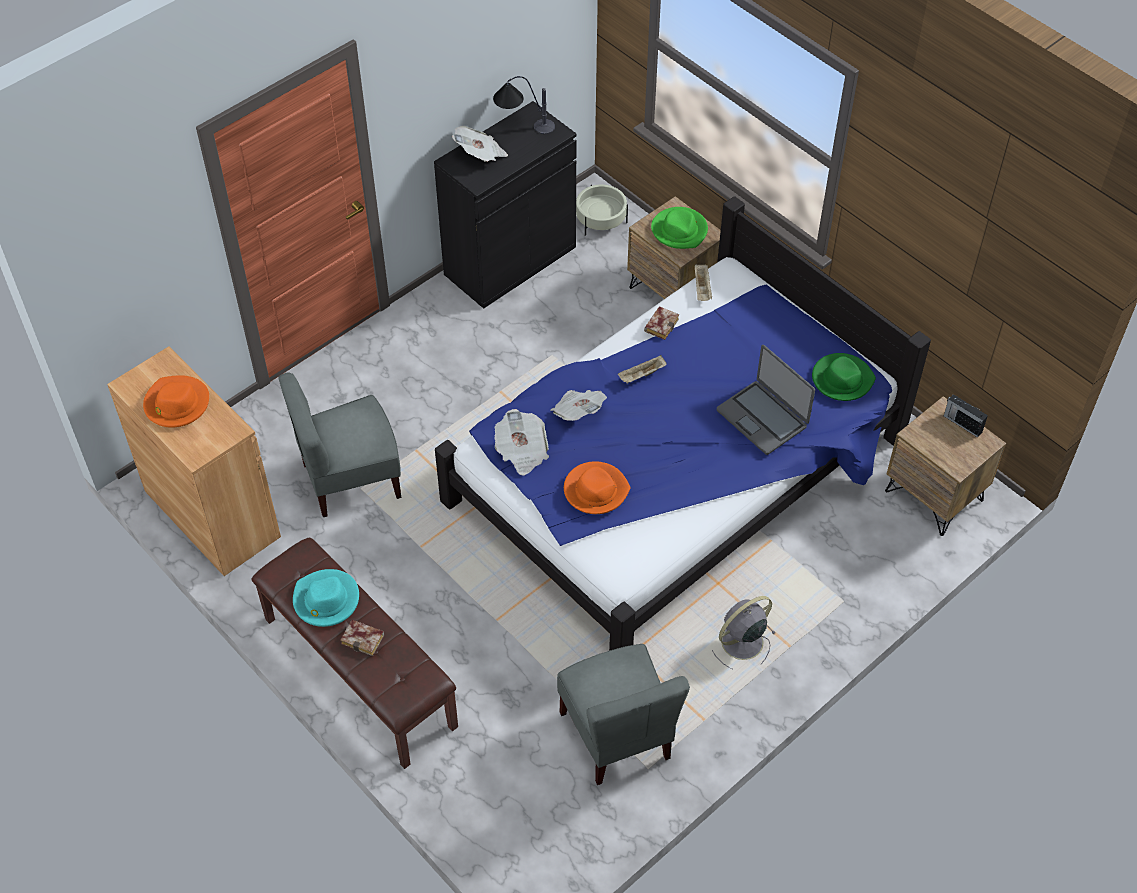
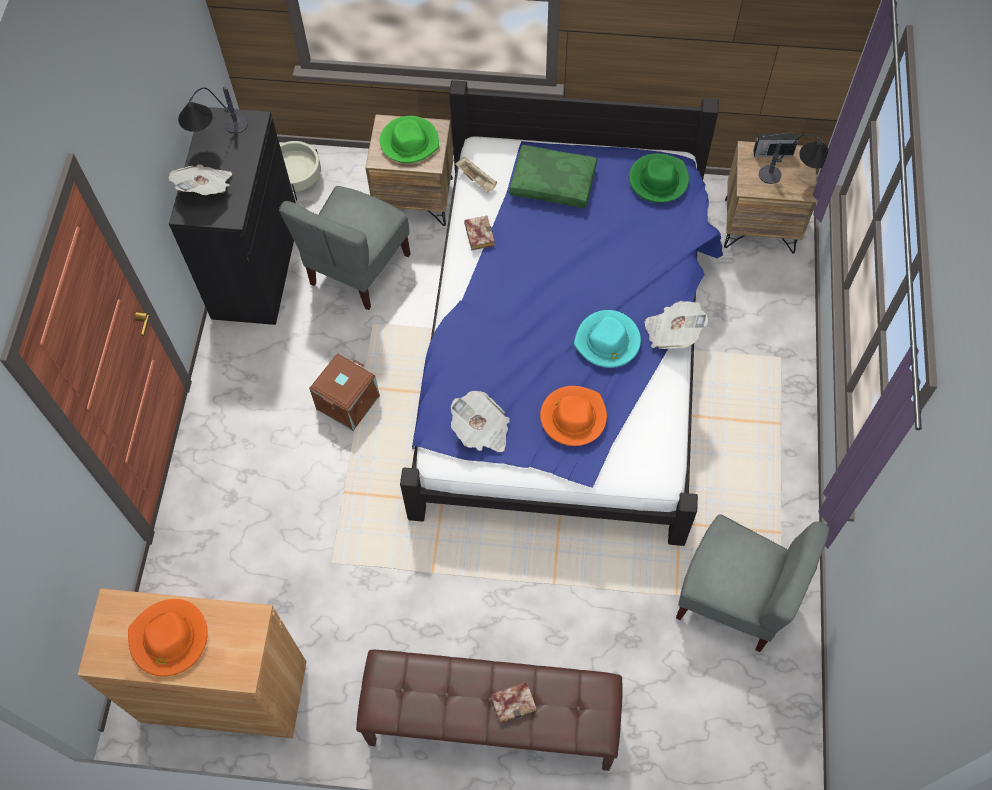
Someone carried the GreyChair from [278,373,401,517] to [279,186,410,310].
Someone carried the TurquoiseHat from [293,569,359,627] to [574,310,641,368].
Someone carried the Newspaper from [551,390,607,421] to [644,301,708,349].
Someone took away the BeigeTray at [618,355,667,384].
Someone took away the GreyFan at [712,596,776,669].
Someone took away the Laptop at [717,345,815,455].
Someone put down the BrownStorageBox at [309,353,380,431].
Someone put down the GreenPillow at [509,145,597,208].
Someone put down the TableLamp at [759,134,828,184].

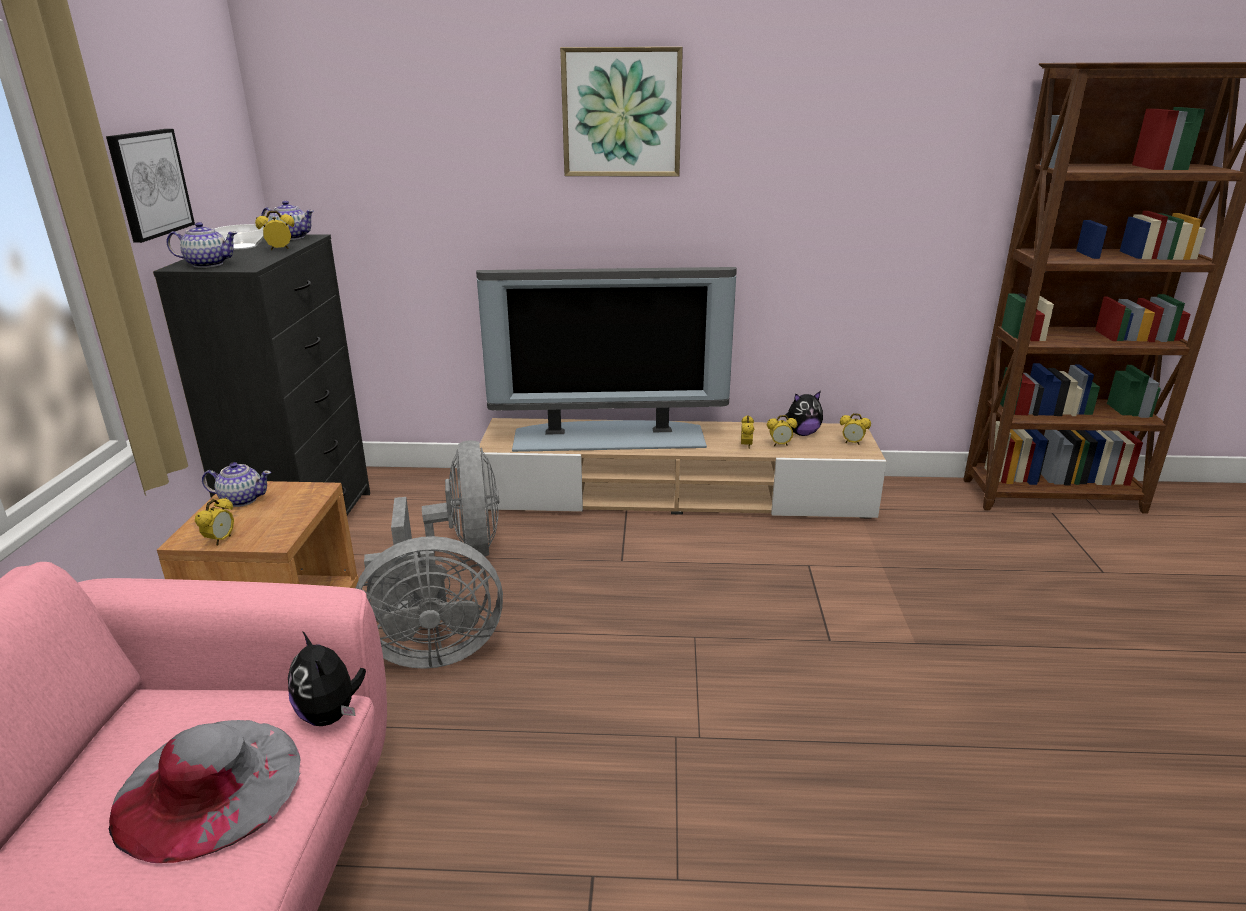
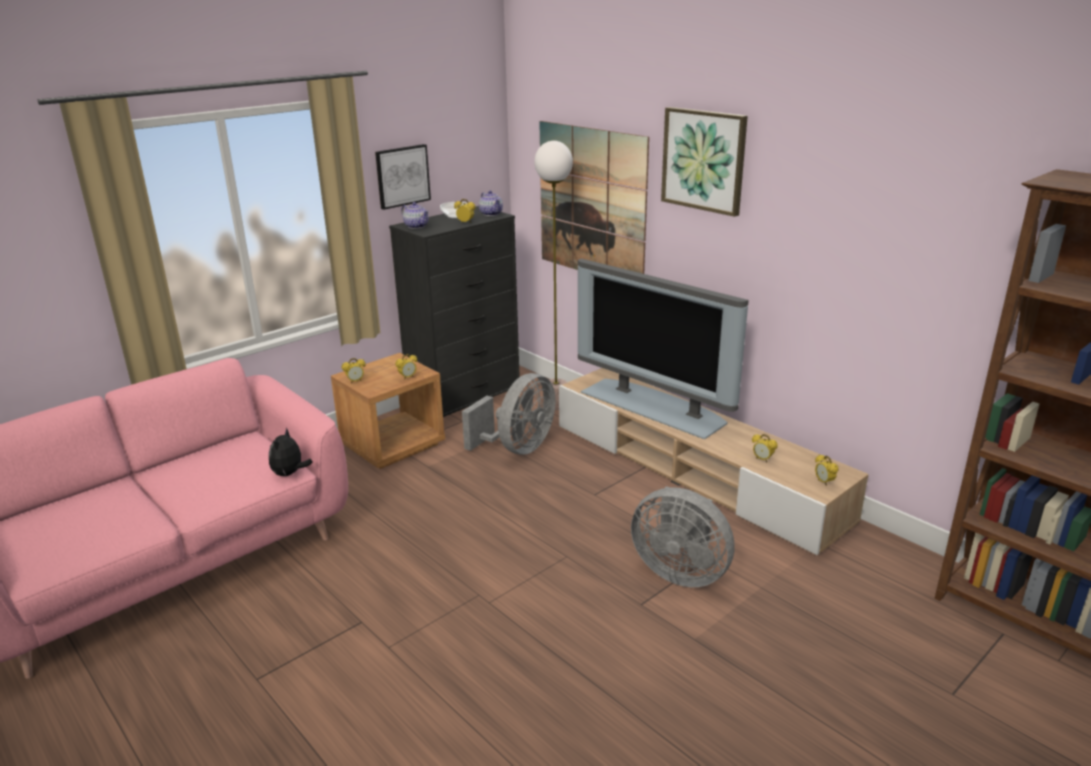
Someone took away the GreyHat at [109,720,300,863].
Someone took away the Teapot at [202,462,271,507].
Someone carried the GreyFan from [356,536,503,669] to [631,486,734,587].
Someone carried the AlarmClock from [741,415,754,449] to [395,354,417,380].
Someone took away the PlushToy at [786,391,823,436].
Someone put down the FloorLamp at [534,141,573,410].
Someone put up the Picture at [539,121,649,274].

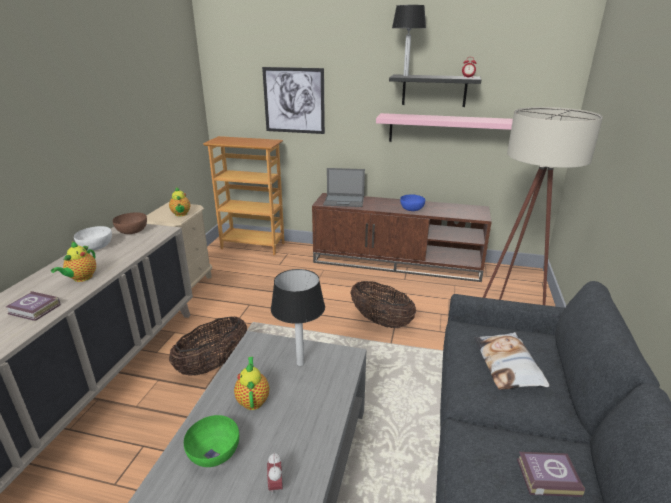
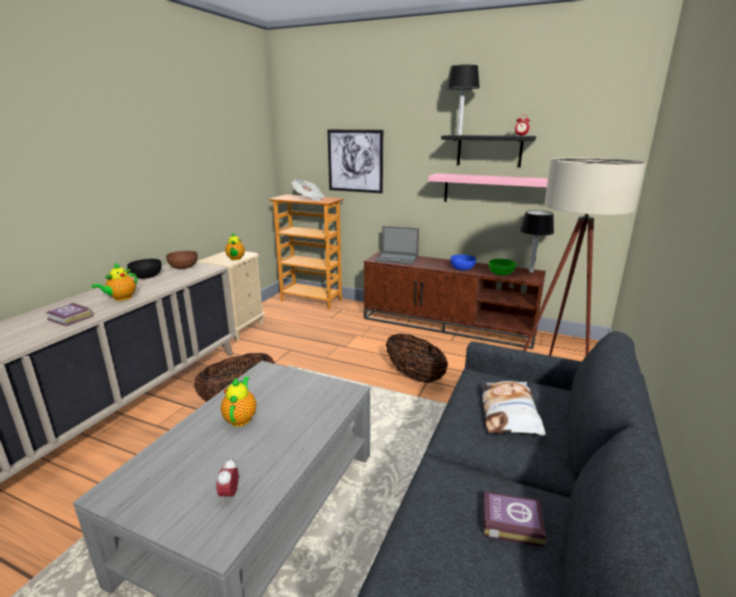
Someone repainted the WhiteBowl at [74,226,112,250], which became the BlackBowl at [127,259,162,279].
Someone carried the GreenBowl from [184,415,239,467] to [489,259,516,275].
Someone carried the TableLamp from [271,269,325,366] to [520,210,554,273].
Someone put down the Newspaper at [291,179,325,201].

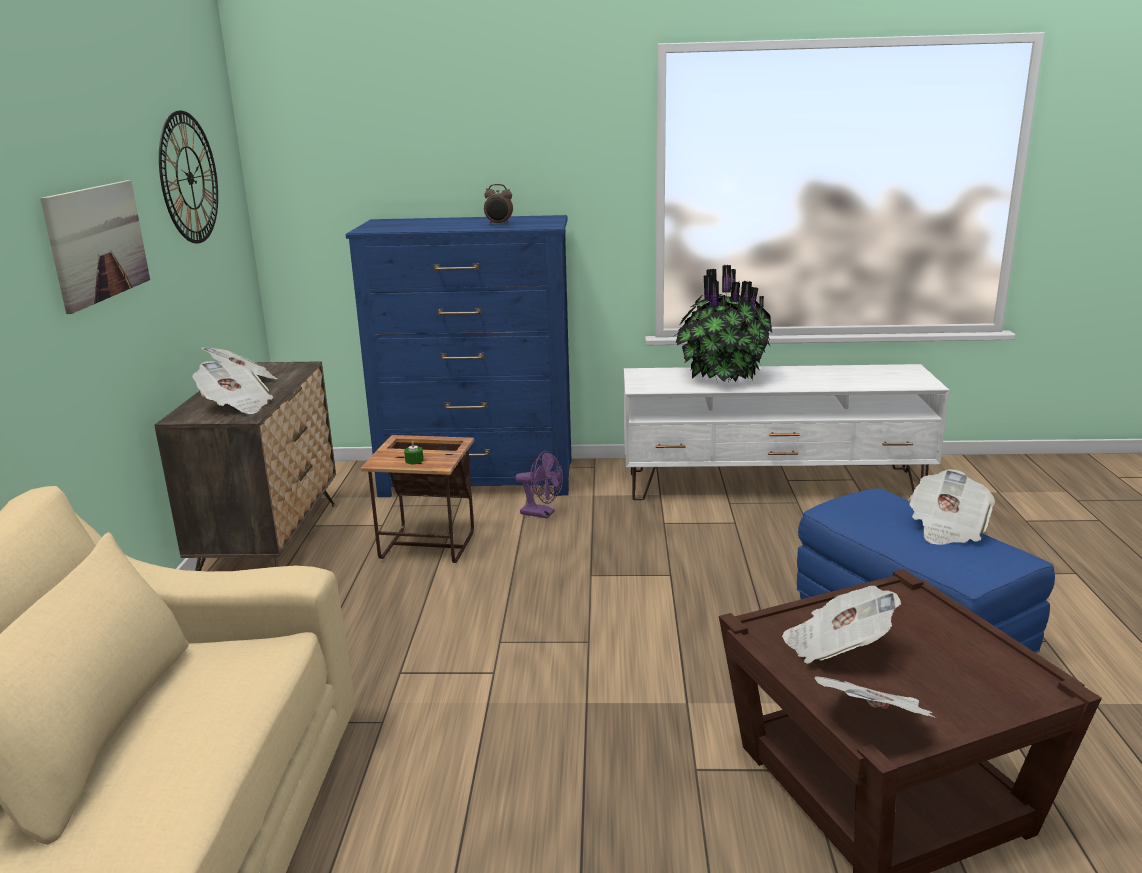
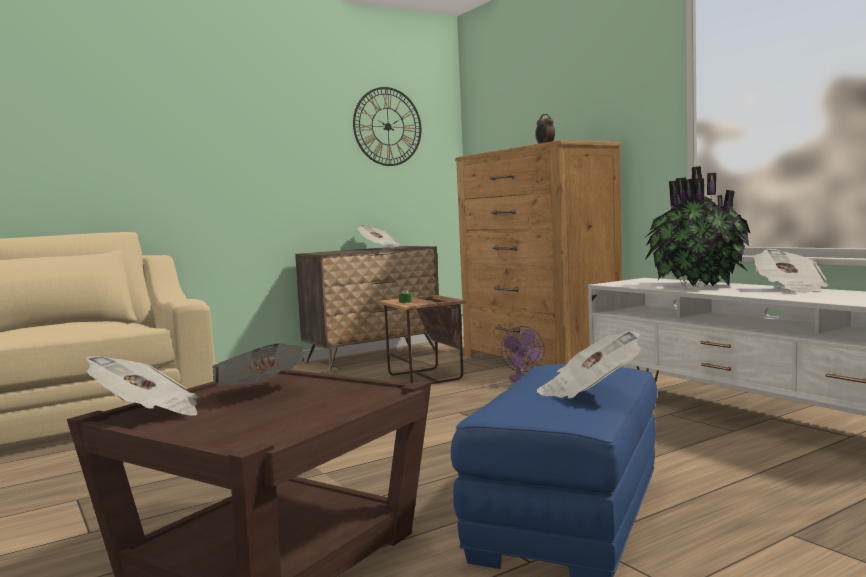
Someone took away the Picture at [40,180,150,314].
Someone carried the Newspaper from [192,361,273,414] to [753,249,829,293].
Someone repainted the BlueDresser at [346,215,571,497], which became the BrownDresser at [455,140,624,368].

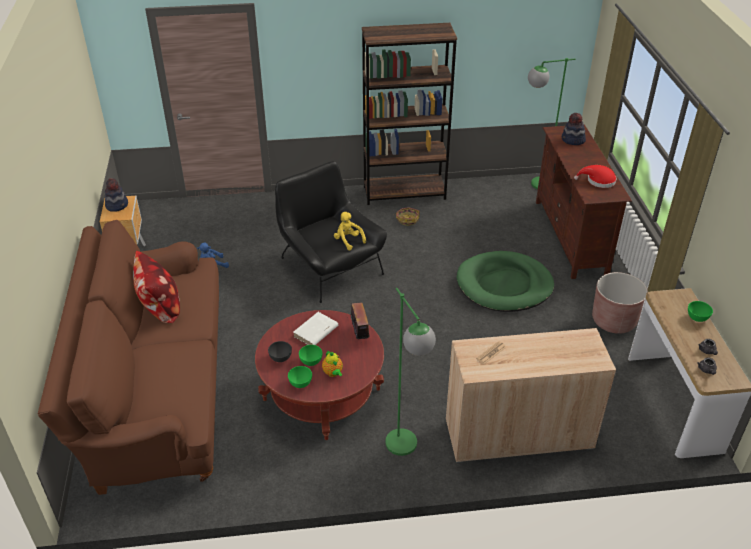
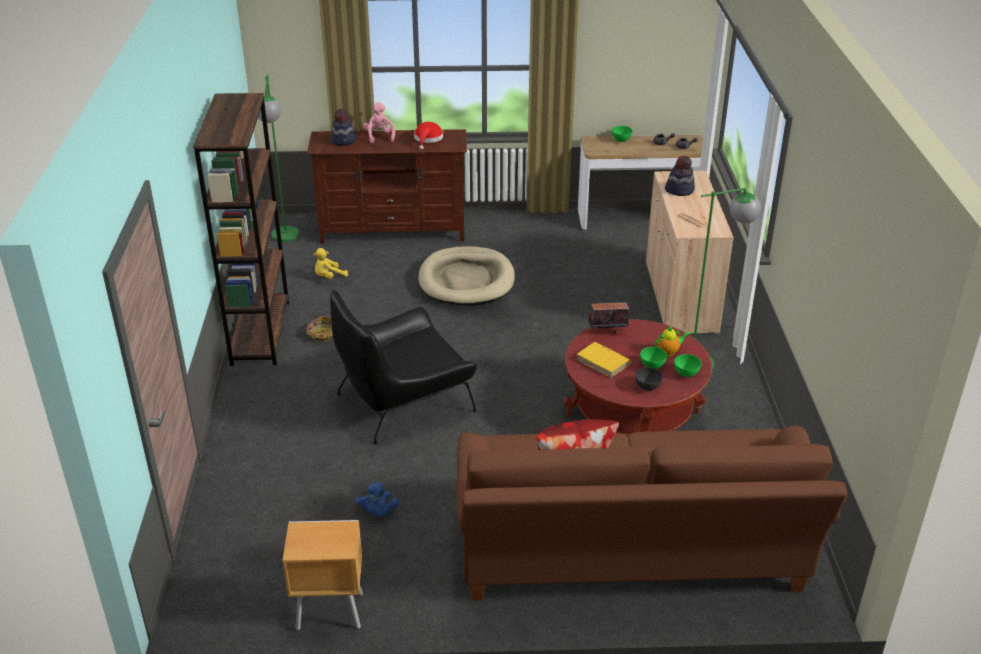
Someone carried the Hat from [105,178,128,212] to [665,156,695,196].
Someone repainted the WhiteBook at [293,312,338,345], which became the YellowBook at [576,342,631,378].
Someone carried the YellowPlushToy from [334,212,366,250] to [313,248,348,279].
Someone repainted the GreenDogBed at [456,251,554,312], which became the BeigeDogBed at [418,246,515,306].
Someone took away the BrownPlanter at [592,272,648,334].
Someone put down the PinkPlushToy at [363,102,395,143].

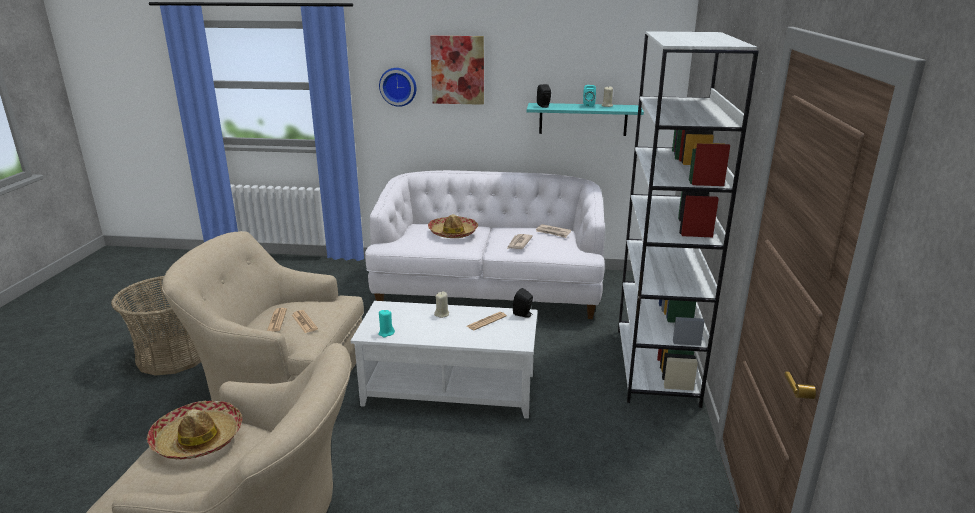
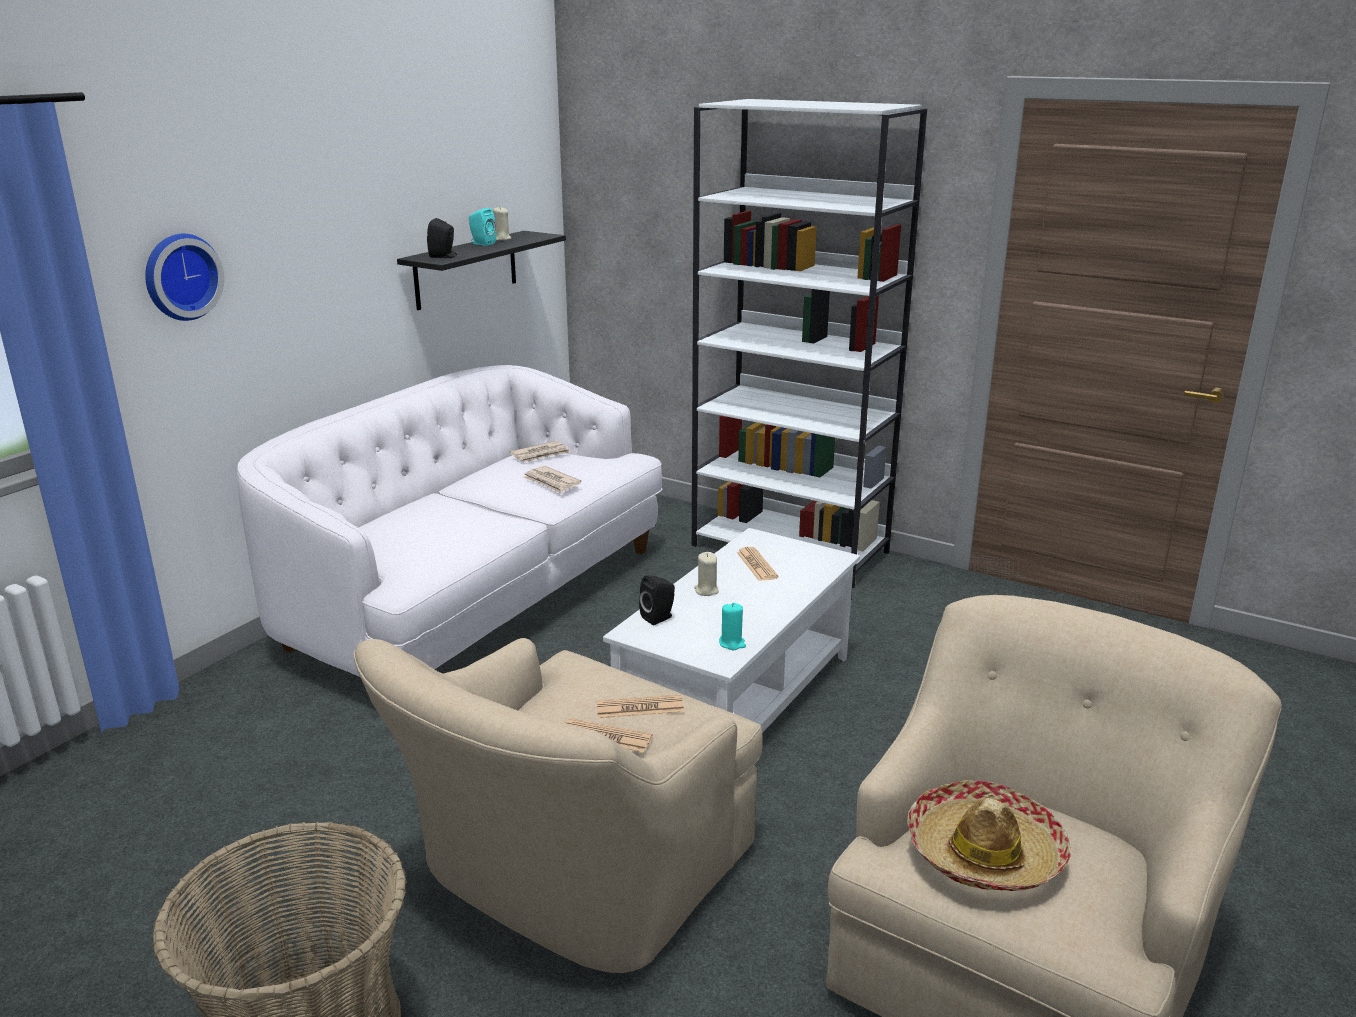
Someone took away the Hat at [428,214,478,238].
Someone took away the Picture at [430,36,484,105].
Someone carried the BlackSpeaker from [513,288,533,318] to [639,575,675,625].
Someone repainted the TurquoiseShelf at [526,103,644,136], which became the BlackShelf at [397,231,566,310].

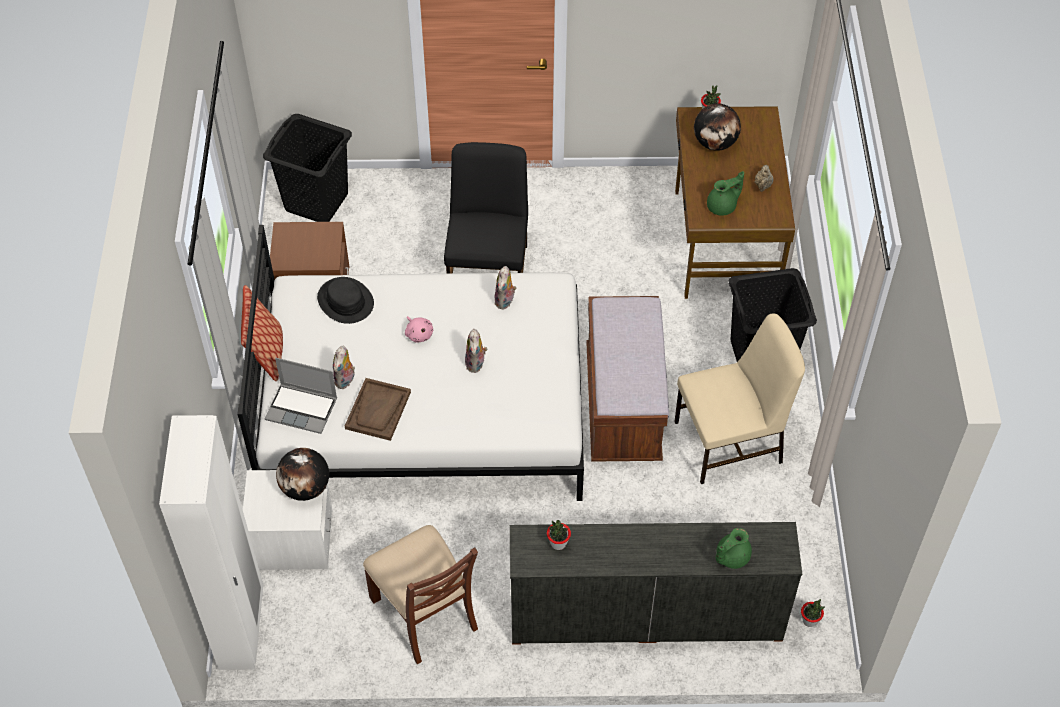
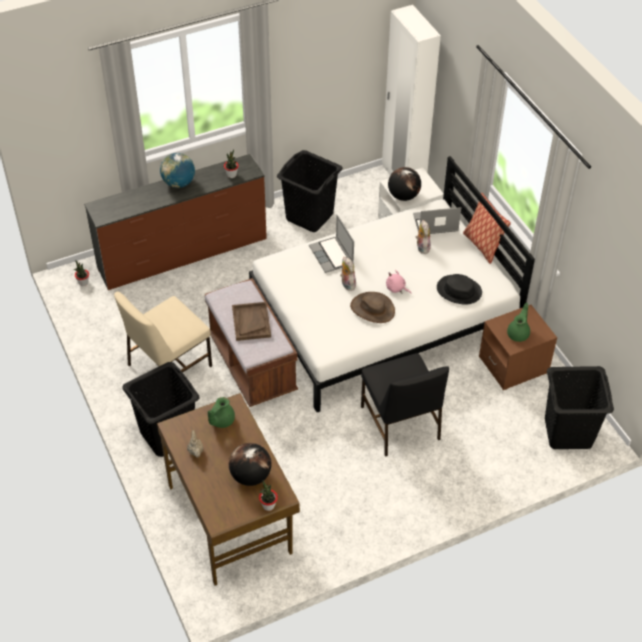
Someone carried the BrownTray from [345,378,411,441] to [232,302,271,341].
Someone swapped the BrownChair at [363,525,478,664] for the BlackLaundryBasket at [277,150,343,232].
Someone took away the PlushToy at [494,266,516,310].
Someone carried the GreenTeapot from [716,528,752,569] to [507,303,530,342].
Someone put down the Globe at [160,153,195,188].
Someone put down the Laptop at [309,215,354,273].
Someone put down the BrownHat at [350,292,395,323].

